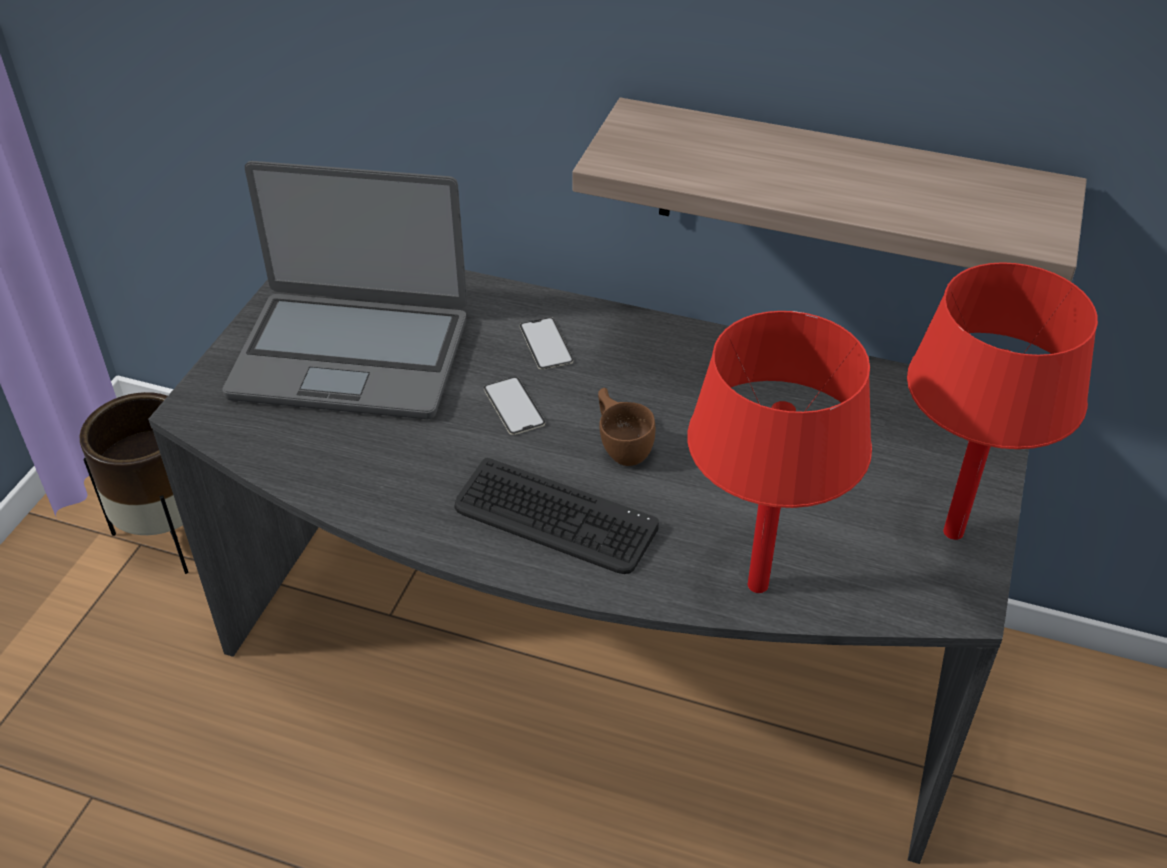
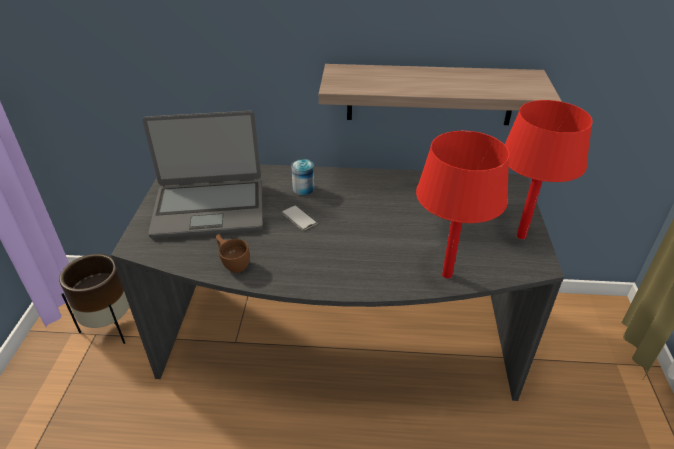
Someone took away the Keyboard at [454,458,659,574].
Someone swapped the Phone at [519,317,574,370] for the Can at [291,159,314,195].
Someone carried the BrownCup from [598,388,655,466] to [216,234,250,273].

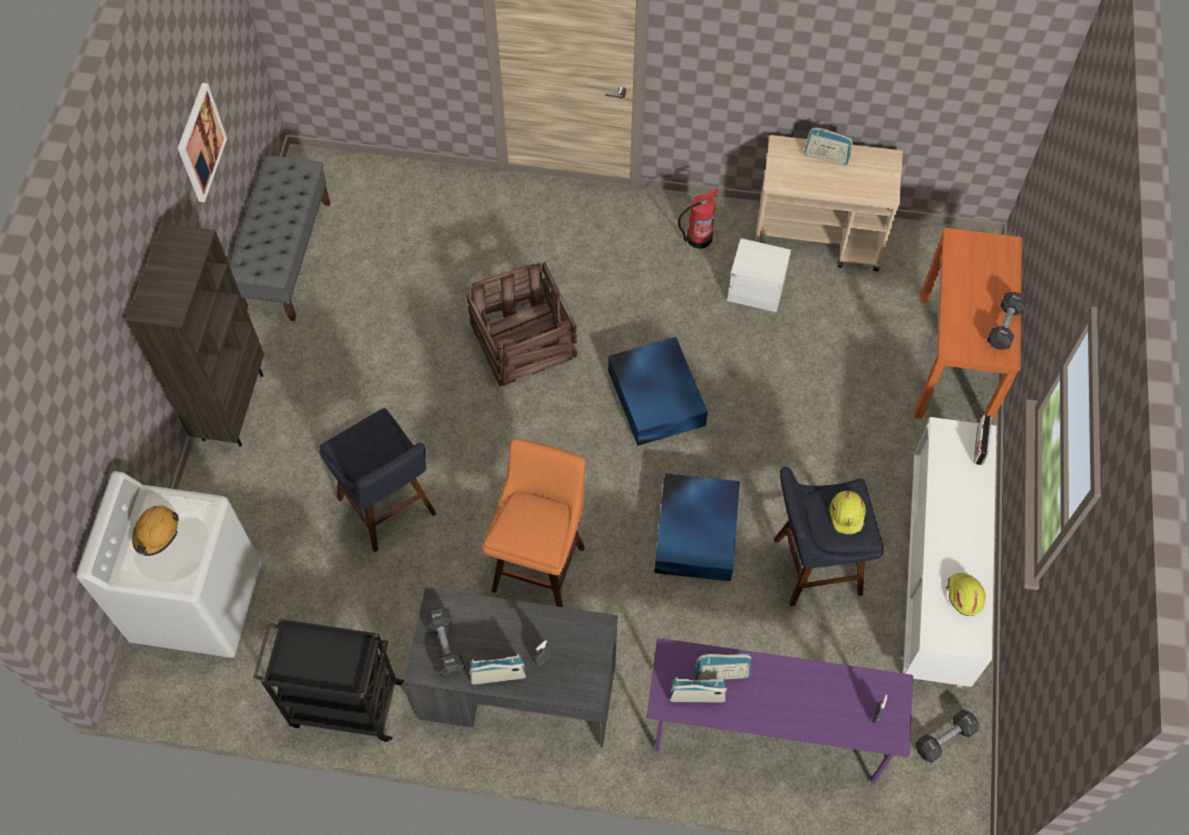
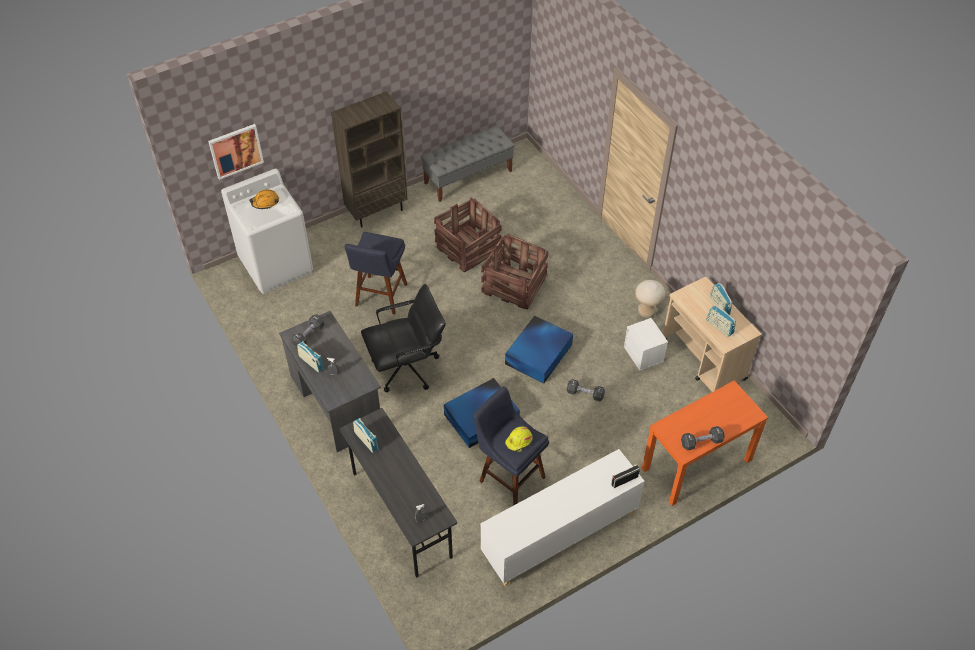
Someone carried the Picture from [178,83,227,202] to [208,124,264,180].
Someone took away the BlackCart at [253,618,404,742].
Someone swapped the OrangeStool at [482,438,586,607] for the BlackOfficeChair at [361,284,446,392].
Someone repainted the PurpleDesk at [647,638,913,784], which became the GreyDesk at [340,408,457,578].
Someone swapped the FireExtinguisher at [678,188,718,249] for the BeigeStool at [635,280,665,318].
Someone carried the Radio from [694,654,751,680] to [706,305,736,337].
Someone carried the BlackDumbbell from [916,709,979,763] to [567,379,605,401].
Someone took away the YellowHardHat at [946,573,986,616].
Someone put down the Crate at [434,198,502,273].

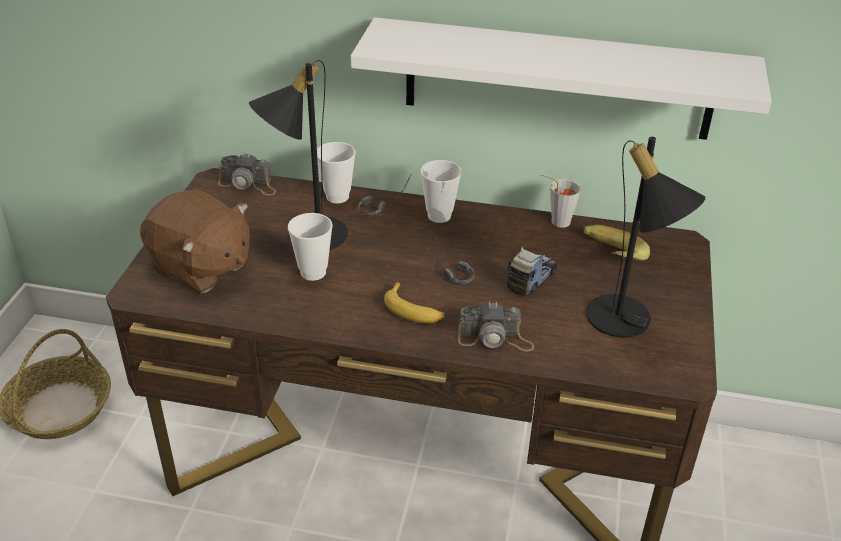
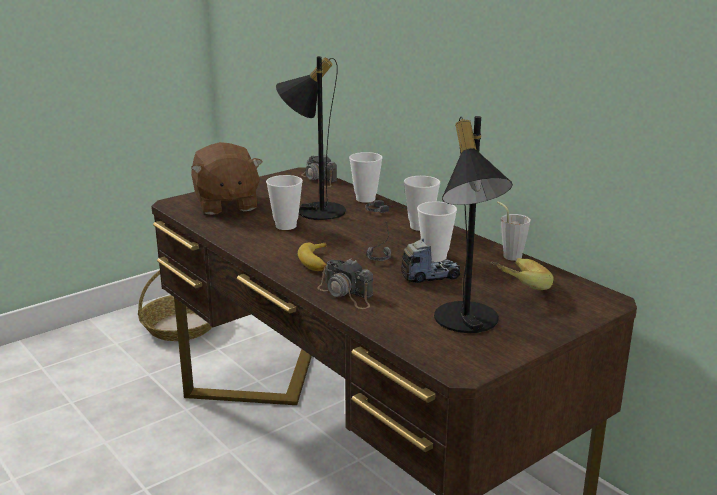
Someone took away the WhiteShelf at [351,17,772,140].
Someone put down the Cup at [417,201,457,262].

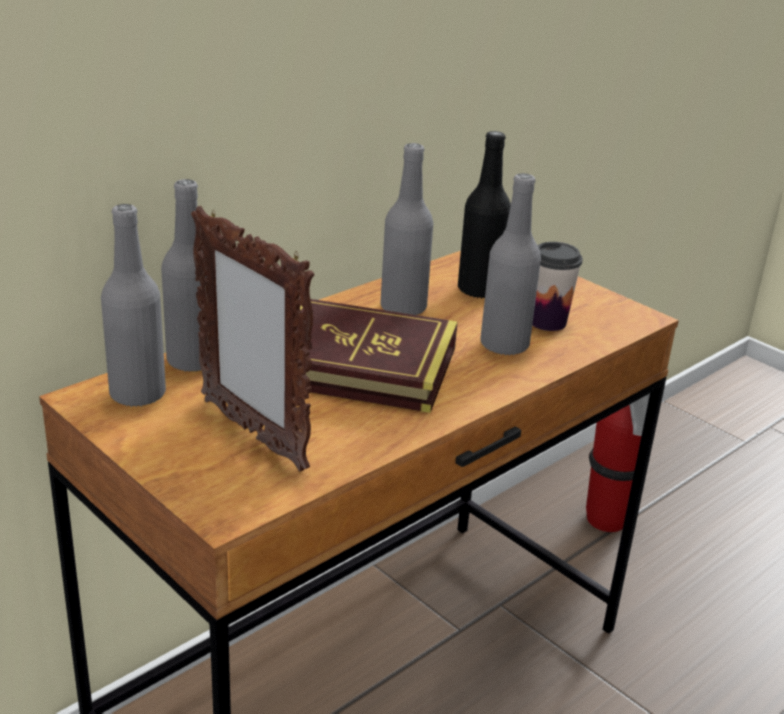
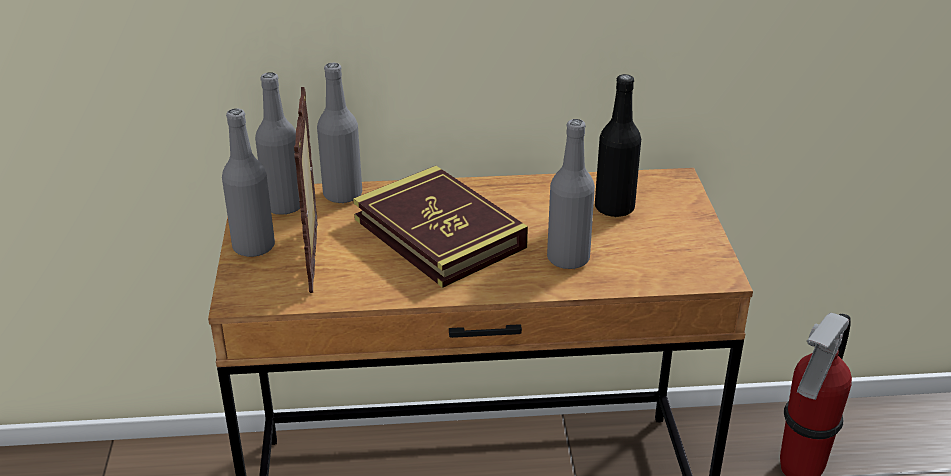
Someone carried the GreyBottle from [381,143,433,315] to [222,108,275,257].
Someone took away the Cup at [532,242,583,331].

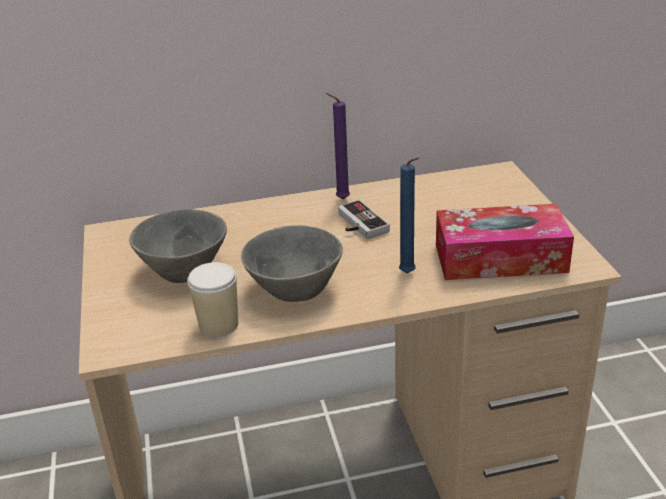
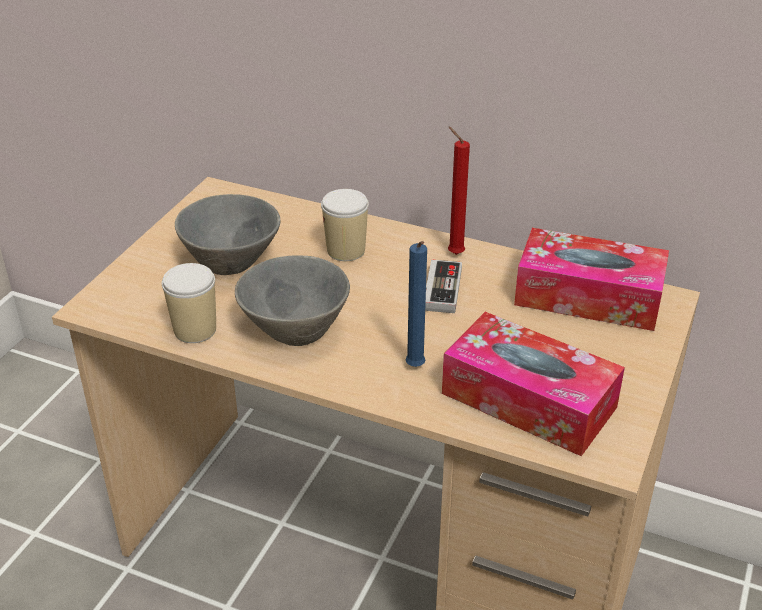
Someone repainted the PurpleCandle at [326,93,350,199], which became the RedCandle at [448,127,470,255].
Someone put down the Cup at [321,189,369,261].
Someone put down the TissueBox at [514,228,669,331].

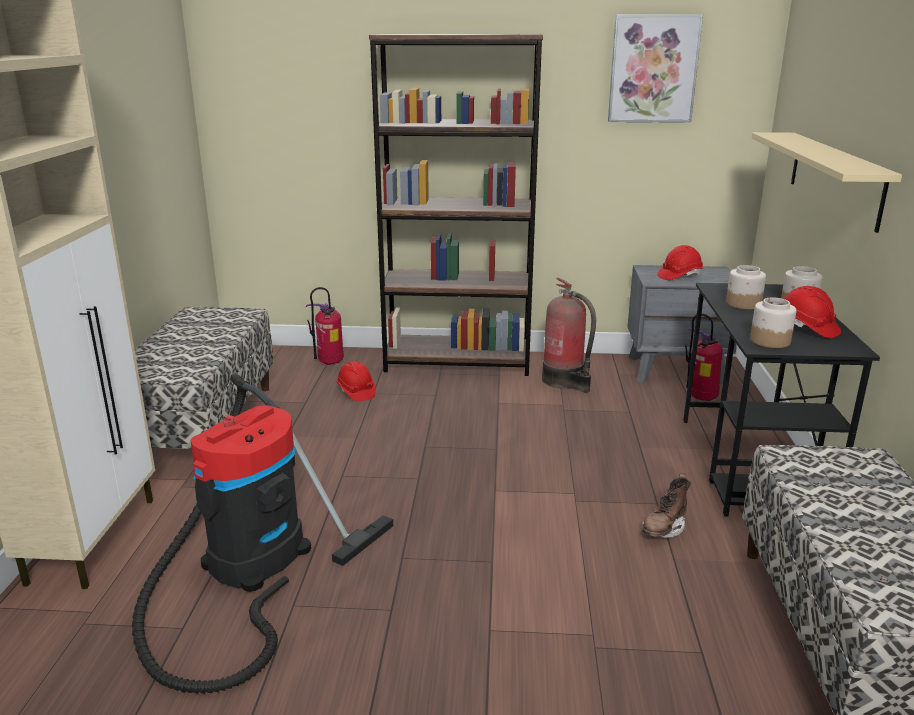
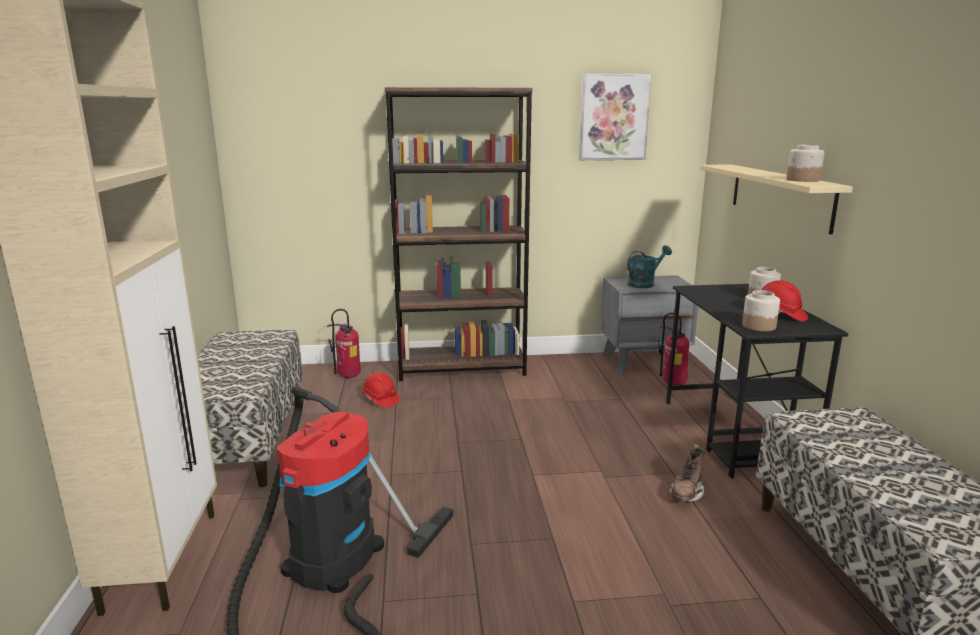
Someone took away the FireExtinguisher at [542,277,596,392].
Someone swapped the RedHardHat at [657,245,703,280] for the TurquoiseWateringCan at [627,245,672,288].
Someone carried the Jar from [726,265,766,309] to [786,145,824,182].

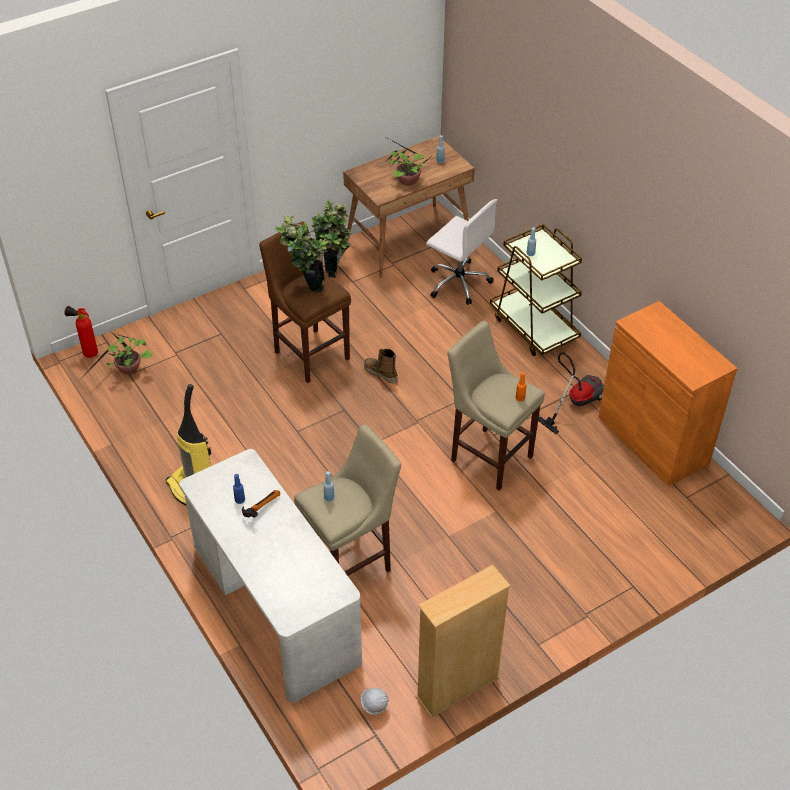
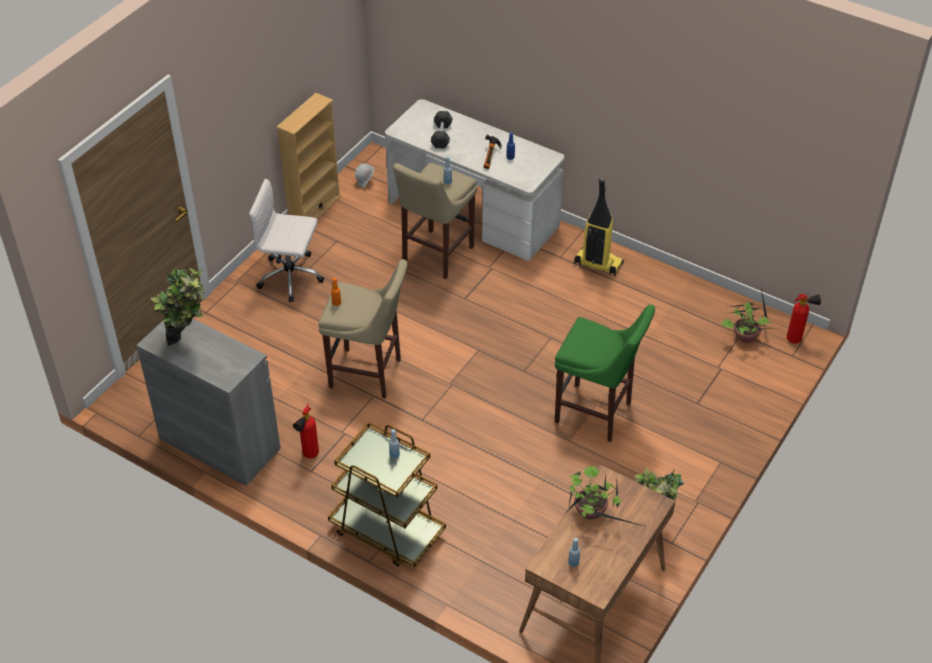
Someone repainted the BrownStool at [259,222,351,383], which became the GreenStool at [555,305,655,442].
Someone carried the PottedPlant from [274,215,328,292] to [151,268,204,346].
Someone took away the Boot at [364,349,398,384].
Someone carried the WhiteOfficeChair from [426,199,498,305] to [249,178,324,303].
Someone swapped the VacuumCleaner at [538,352,604,434] for the FireExtinguisher at [293,404,319,458].
Someone repainted the OrangeCabinet at [598,301,737,487], which became the GreyCabinet at [136,318,281,486].
Someone put down the BlackDumbbell at [431,111,452,149].

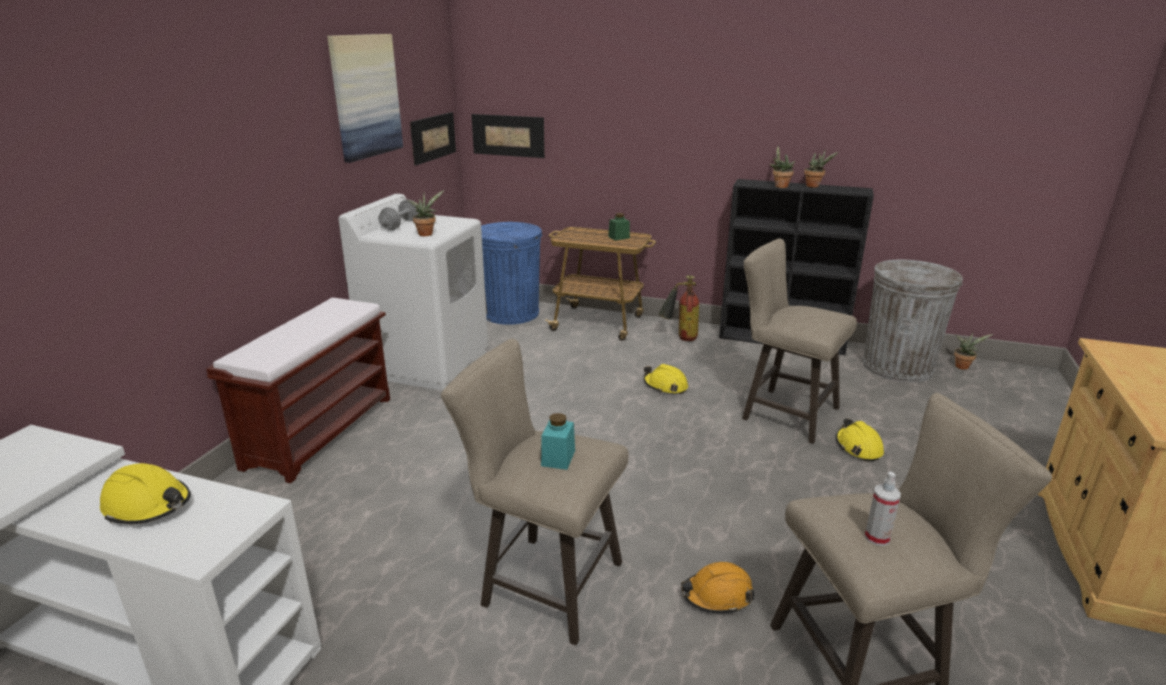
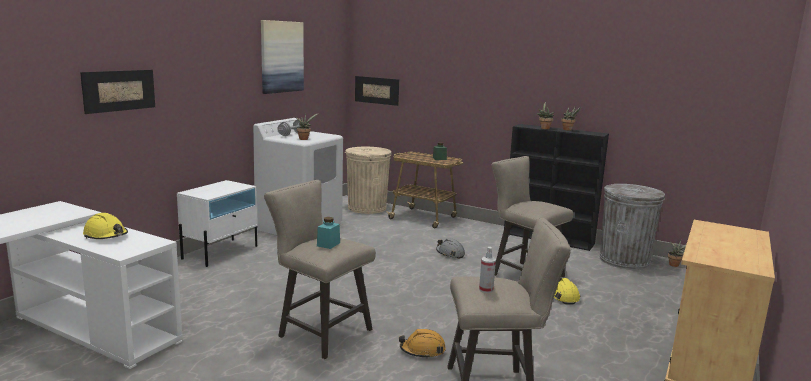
Someone swapped the BrownBench at [206,298,390,483] for the WhiteNightstand at [177,180,257,267].
Someone carried the Picture from [410,112,456,166] to [80,70,155,114].
Someone repainted the BlueTrashCan at [481,222,542,325], which became the BeigeTrashCan at [345,147,392,214].
Someone repainted the YellowHardHat at [644,364,688,394], which became the GreyHardHat at [436,238,465,259].
Someone took away the FireExtinguisher at [658,275,699,341].

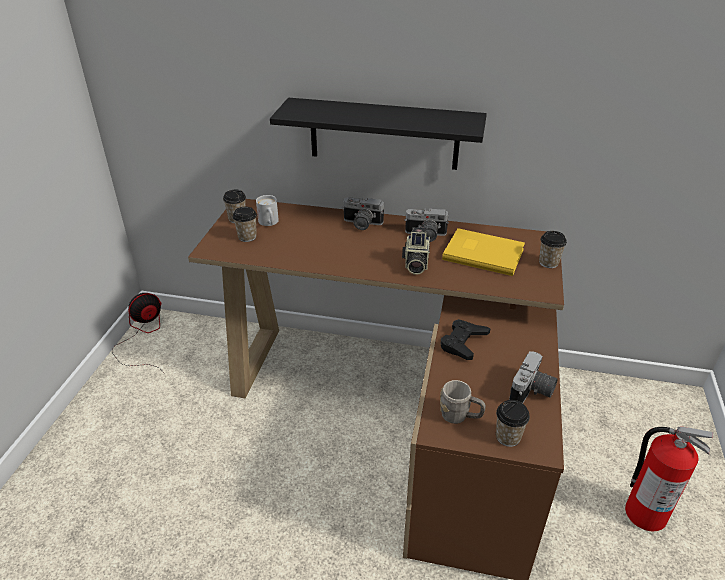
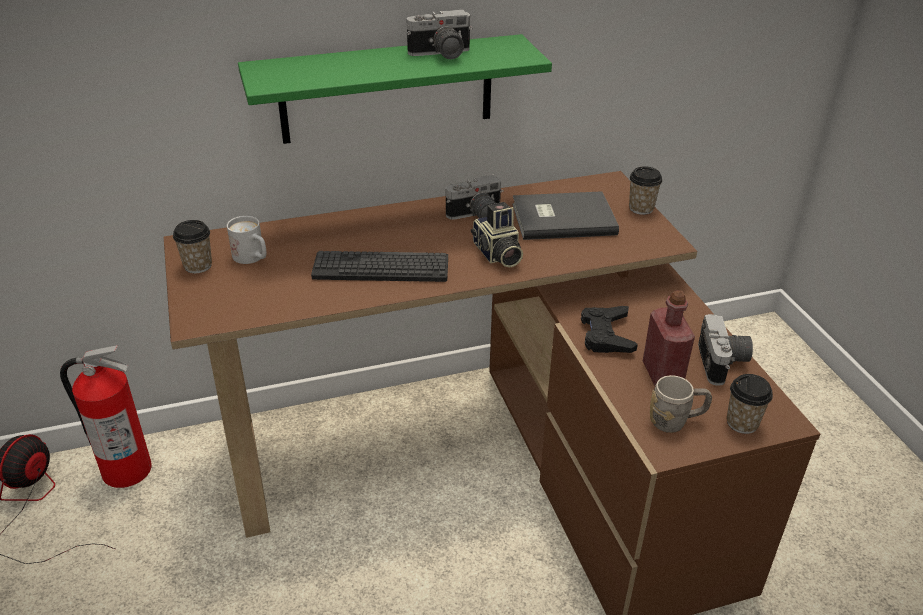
Someone took away the Cup at [233,207,257,242].
Someone repainted the BlackShelf at [270,98,487,170], which became the GreenShelf at [238,34,552,144].
Someone carried the PhotoCamera from [342,197,384,230] to [407,10,473,59].
Someone repainted the YellowBook at [442,228,525,276], which became the GreyBook at [512,191,619,240].
Someone carried the FireExtinguisher from [625,426,713,531] to [60,345,152,488].
Someone put down the Keyboard at [311,251,448,282].
Someone put down the RedBottle at [643,290,695,386].

